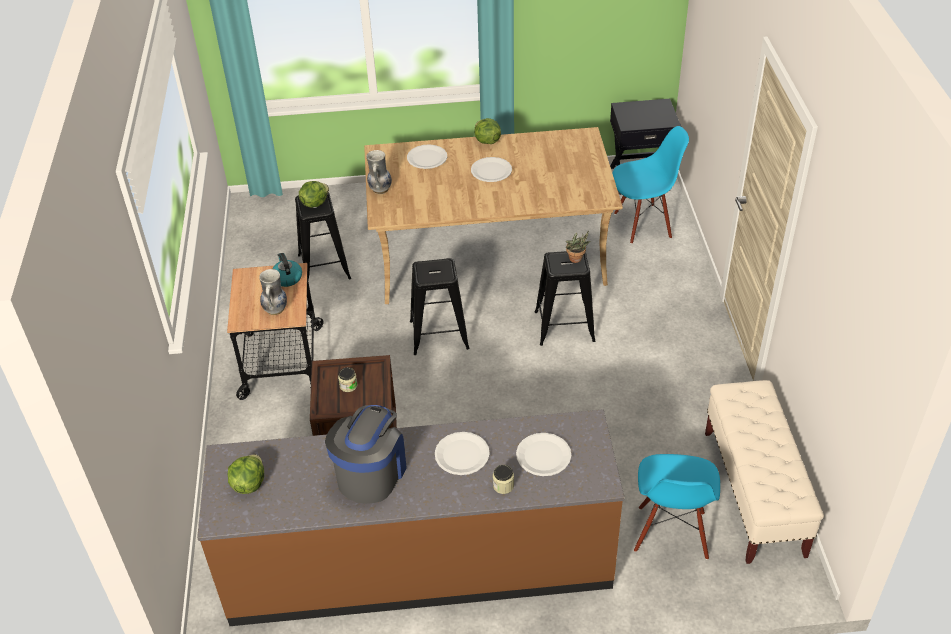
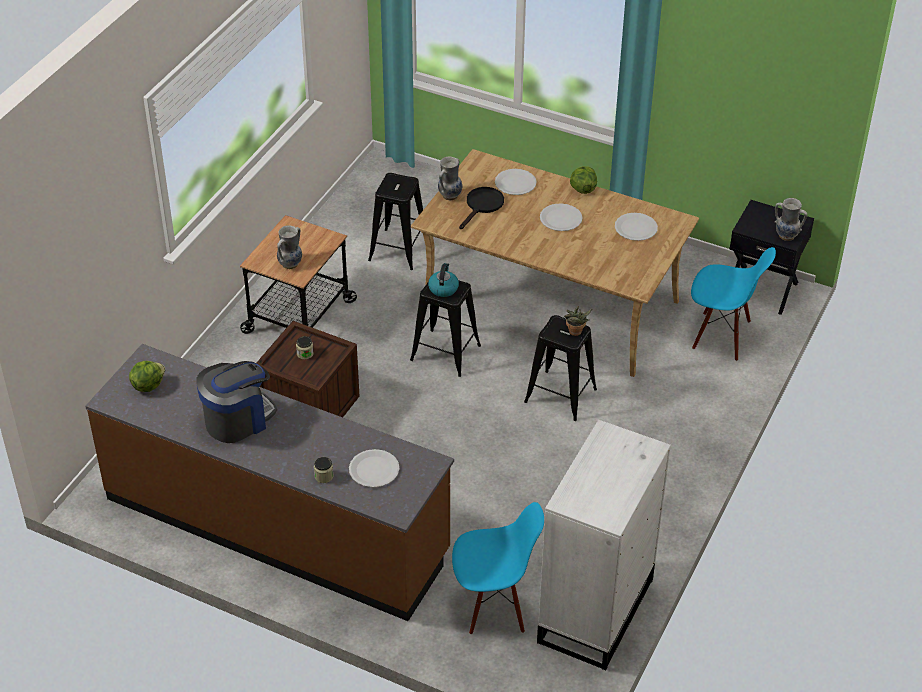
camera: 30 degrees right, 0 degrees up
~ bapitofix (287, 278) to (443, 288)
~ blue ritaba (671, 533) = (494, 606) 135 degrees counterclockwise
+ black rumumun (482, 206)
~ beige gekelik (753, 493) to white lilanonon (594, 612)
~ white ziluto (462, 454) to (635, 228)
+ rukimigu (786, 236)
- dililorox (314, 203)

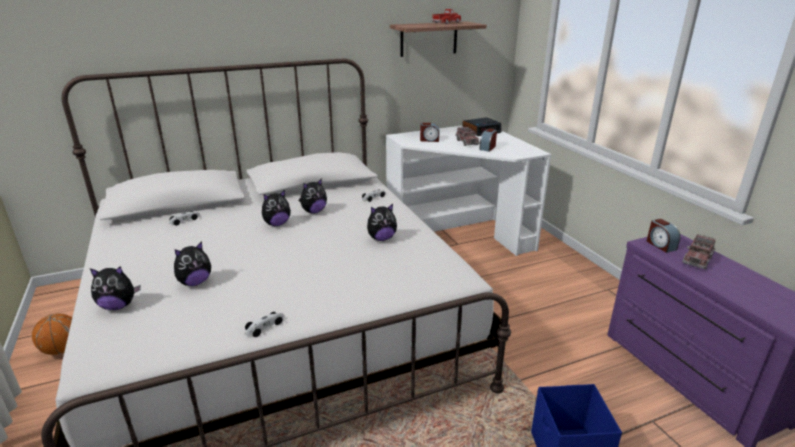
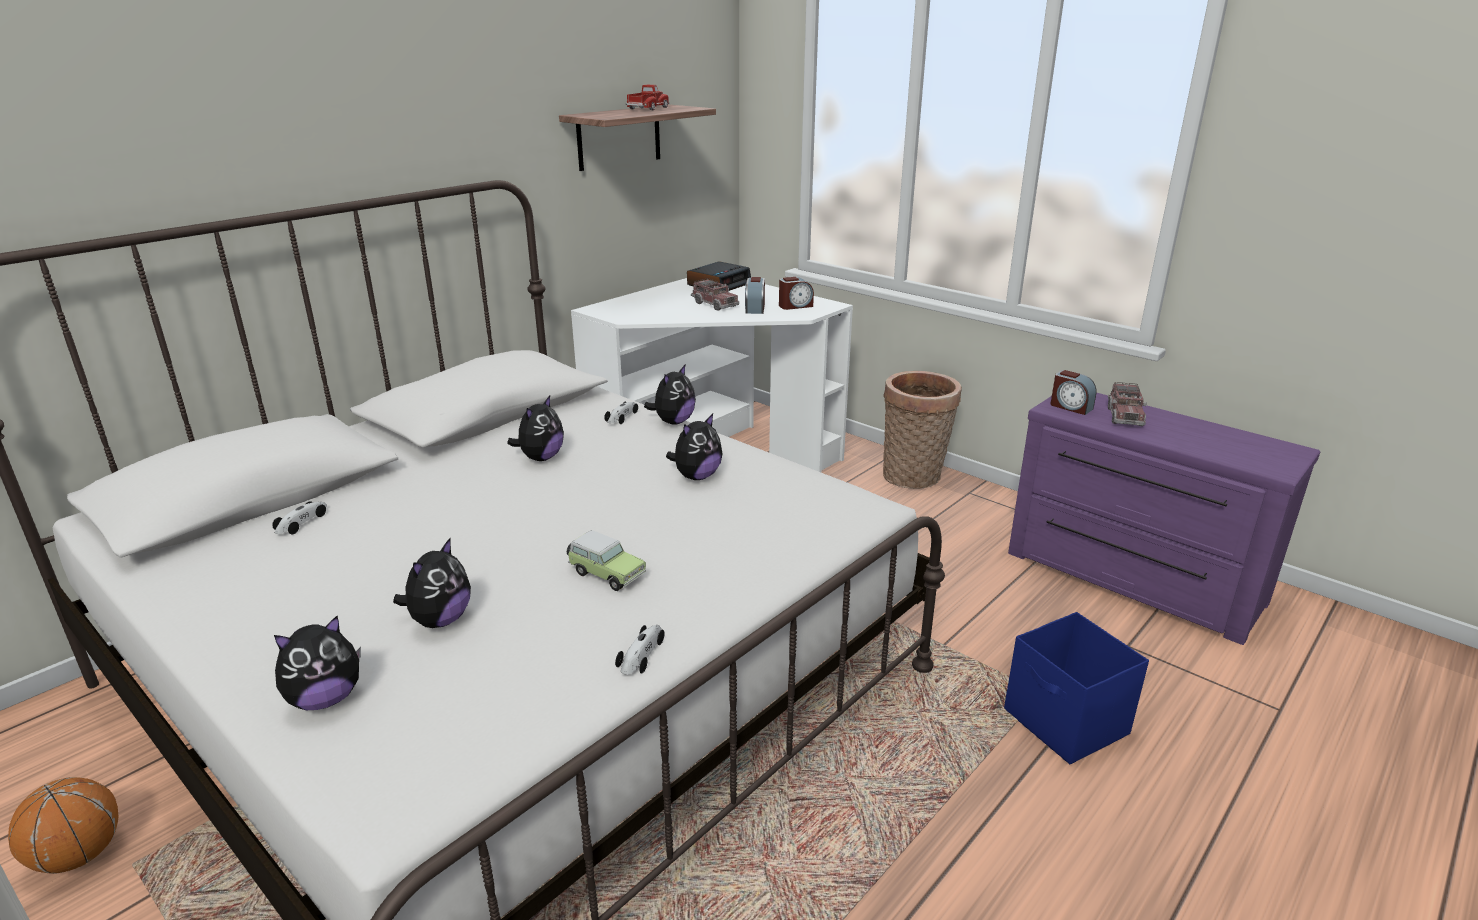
camera: 25 degrees left, 0 degrees up
+ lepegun (605, 574)
~ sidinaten (277, 224) to (673, 421)
~ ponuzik (429, 140) to (795, 306)
+ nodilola (914, 478)

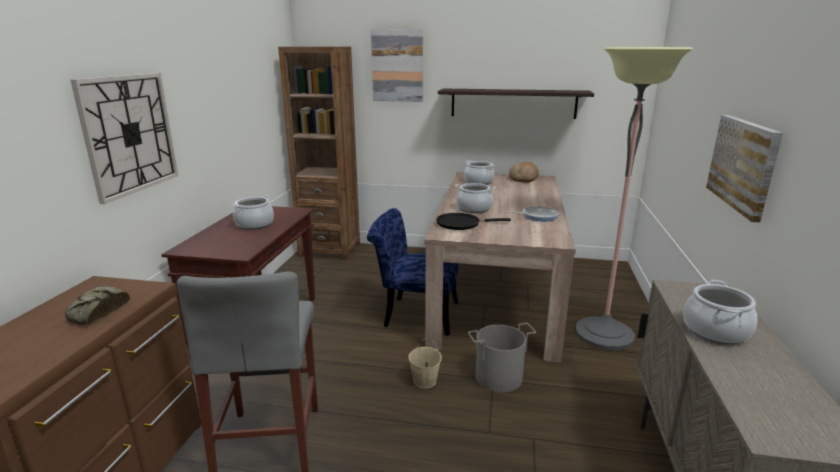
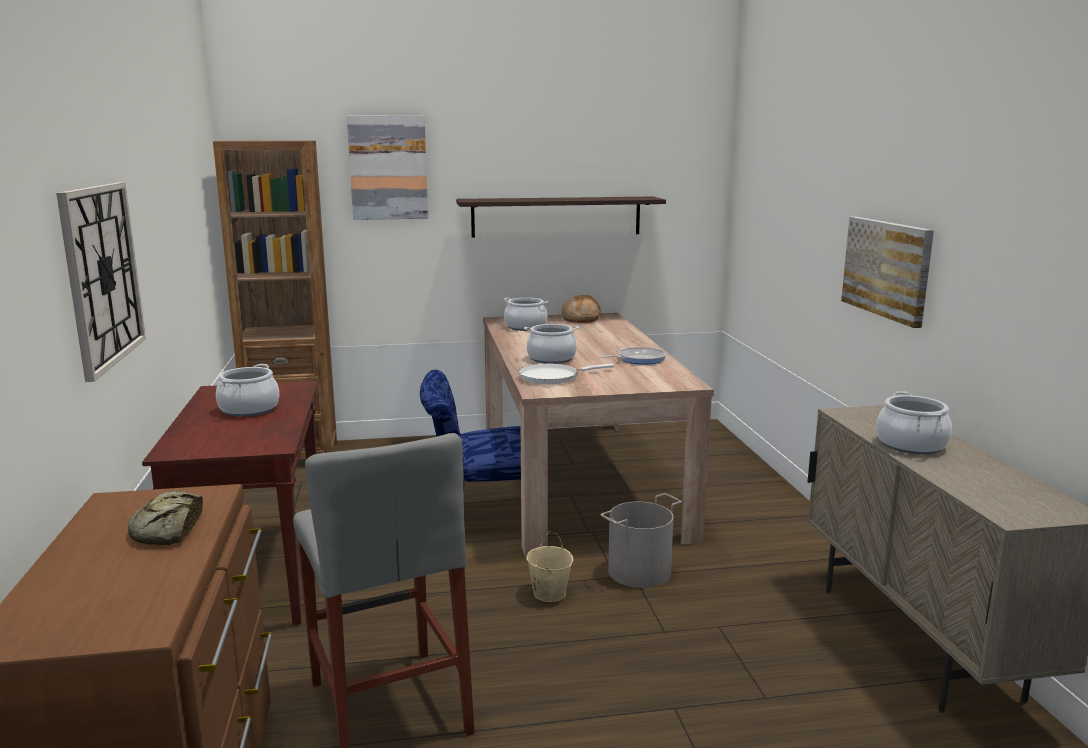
camera: 20 degrees left, 5 degrees down
~ black rumumun (461, 224) to white rumumun (552, 377)
- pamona (604, 334)

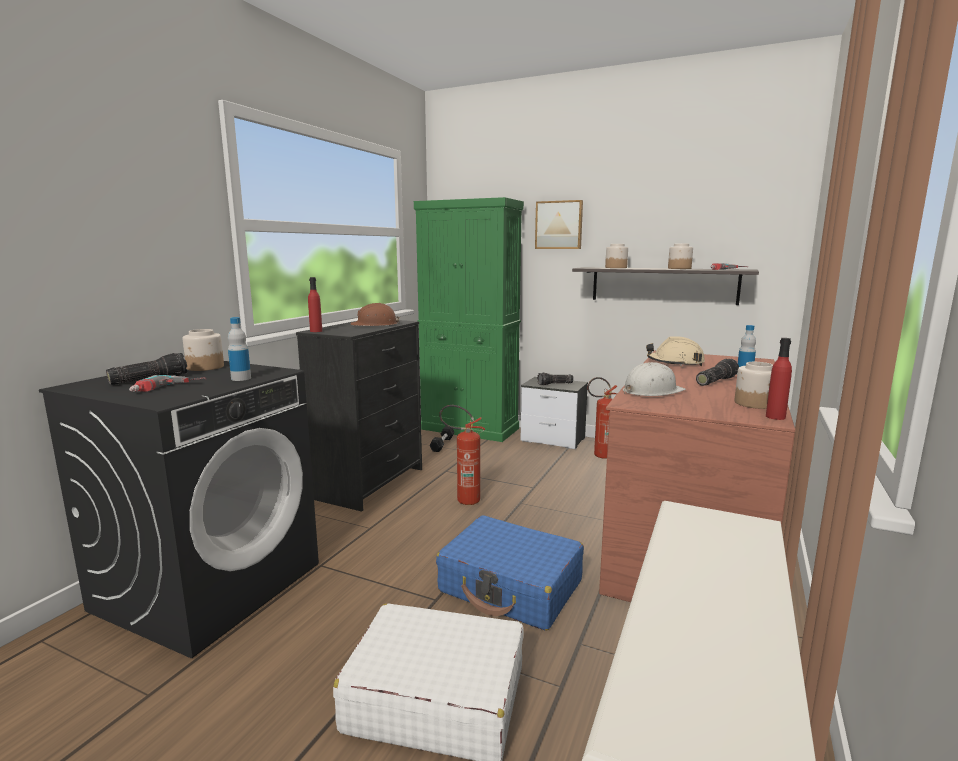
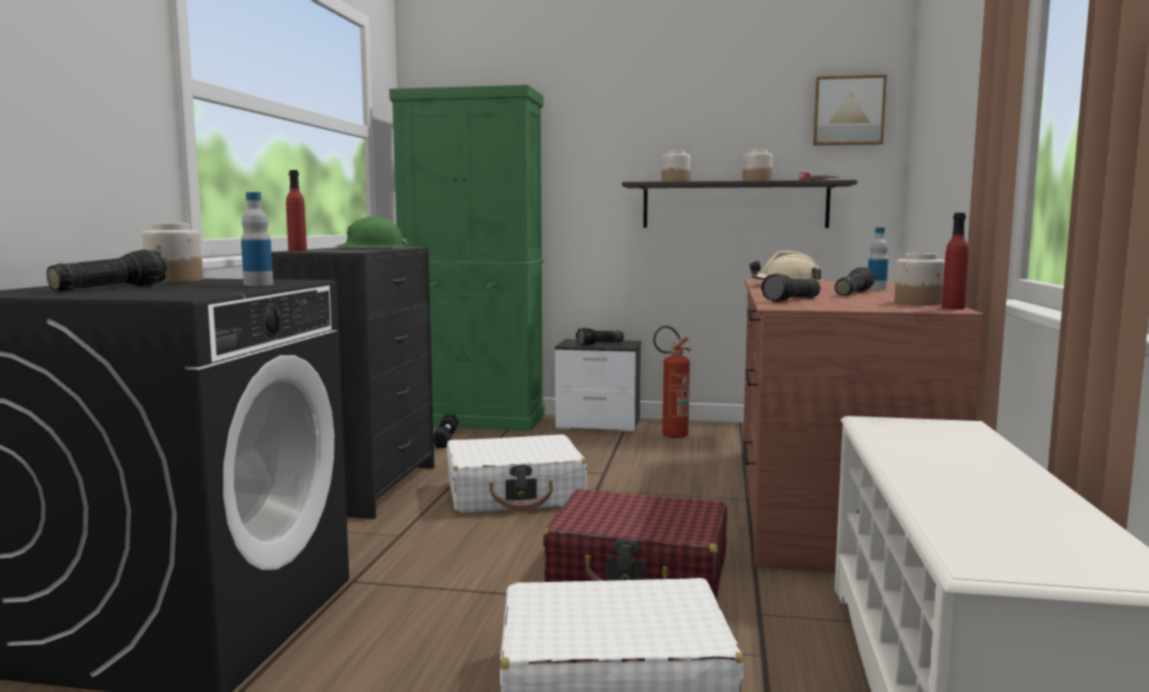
camera: 15 degrees left, 5 degrees down
~ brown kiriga (375, 324) to green kiriga (372, 248)
~ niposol (462, 500) to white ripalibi (515, 494)
~ blue ripalibi (511, 587) to red ripalibi (639, 572)
~ white kiriga (652, 391) to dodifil (793, 300)
~ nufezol (559, 225) to (848, 111)
- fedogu (168, 388)

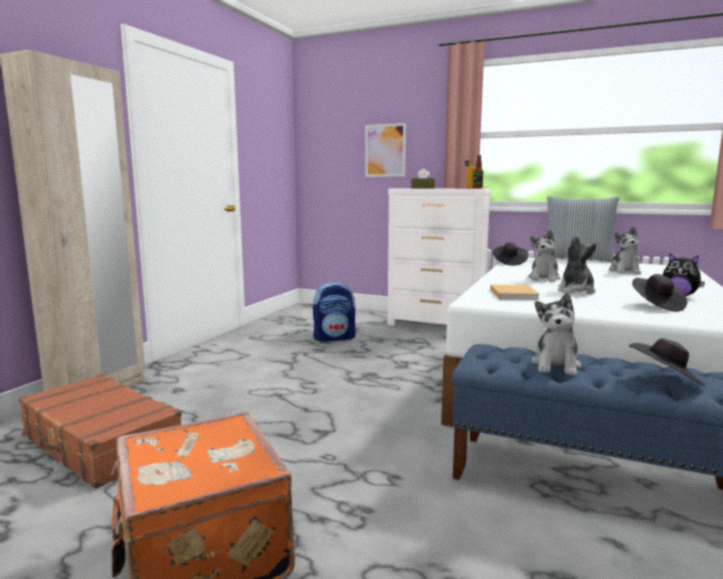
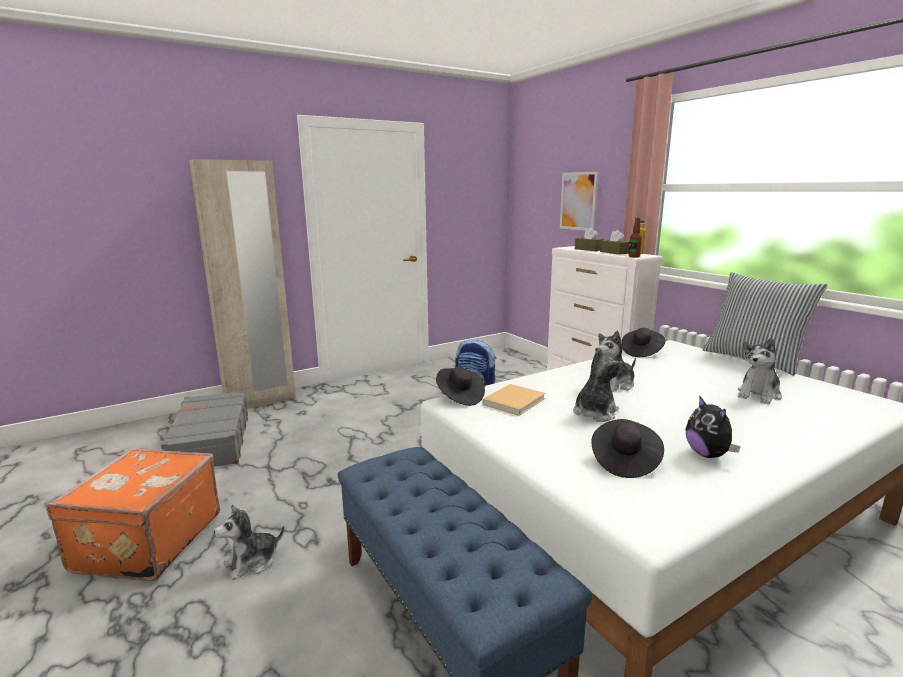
camera: 35 degrees right, 5 degrees up
~ brown ripalibi (100, 443) to grey ripalibi (210, 441)
~ sidinaten (556, 365) to (252, 562)
~ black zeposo (665, 379) to (459, 397)
+ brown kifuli (614, 252)

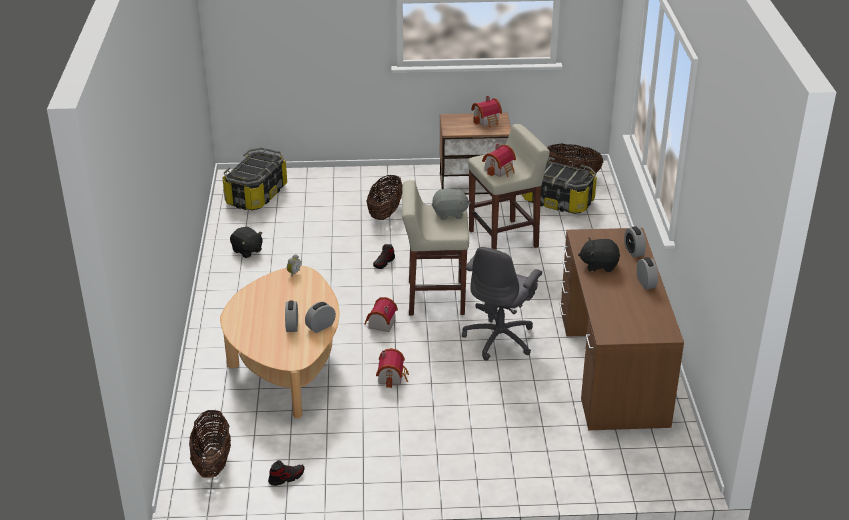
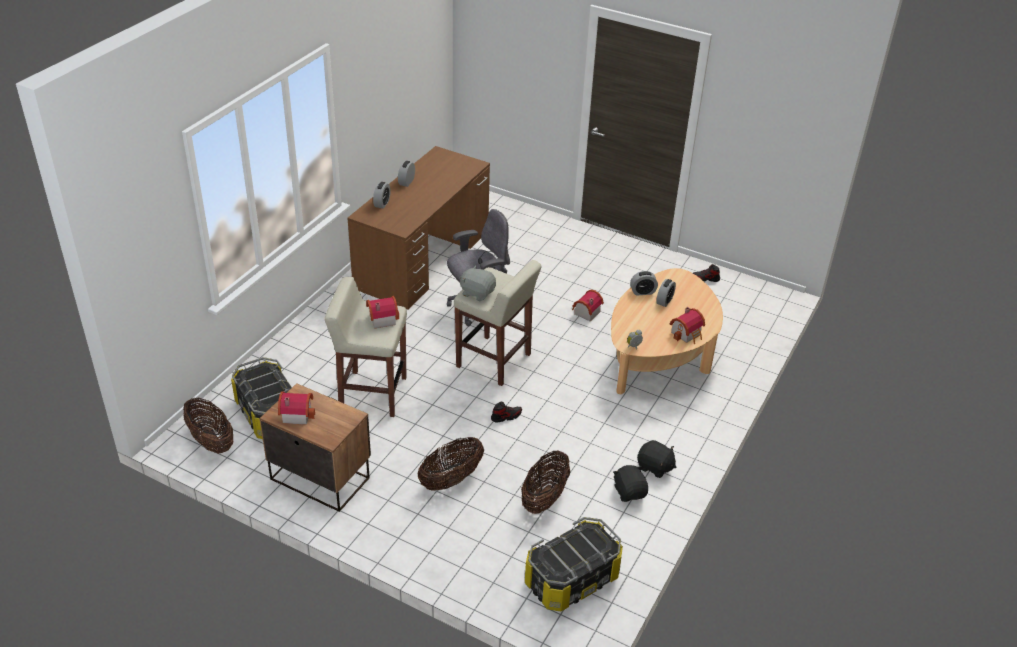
camera: 150 degrees left, 5 degrees up
~ nodilola (212, 462) to (544, 498)
~ black sidinaten (599, 265) to (655, 467)
~ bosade (380, 324) to (687, 334)

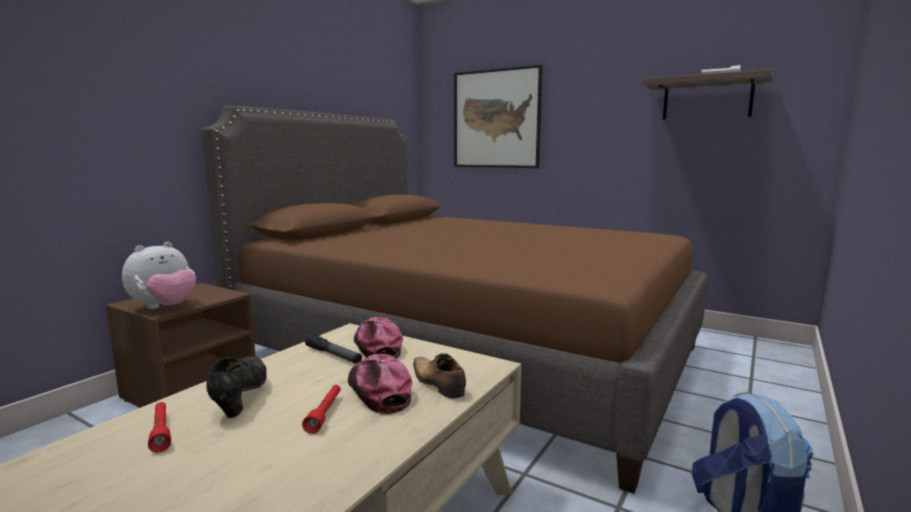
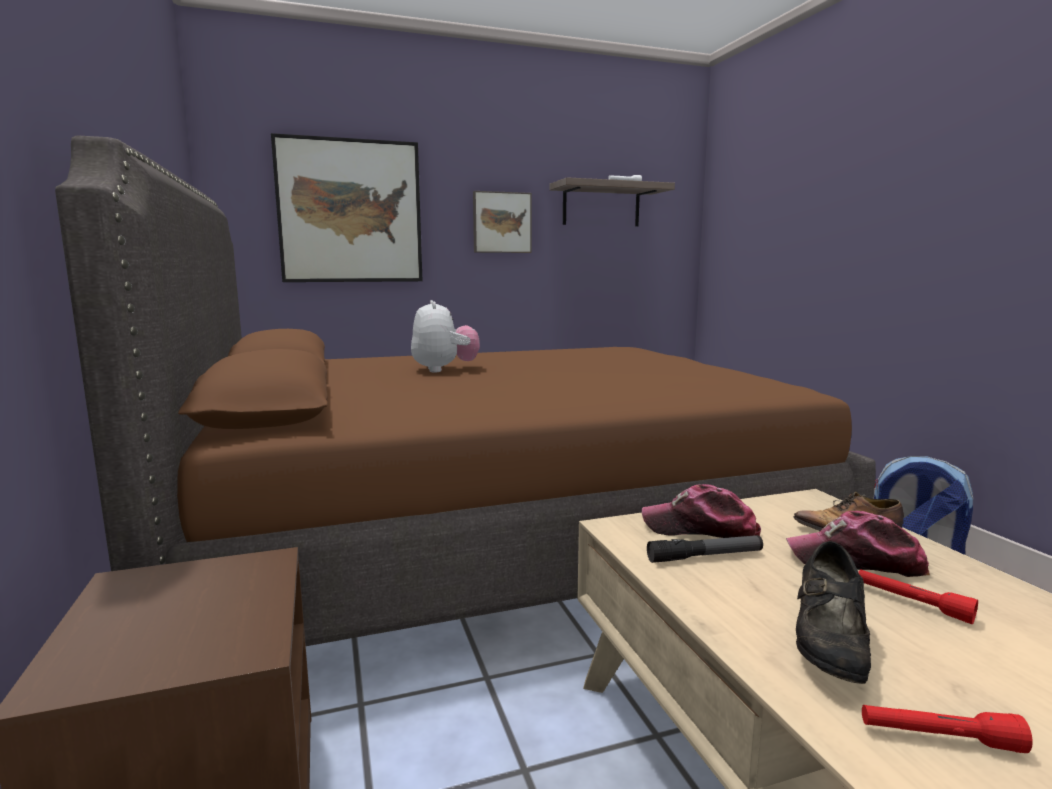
camera: 50 degrees left, 0 degrees up
~ sidinaten (165, 307) to (444, 370)
+ nufezol (501, 223)
~ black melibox (240, 398) = (828, 648) 105 degrees counterclockwise

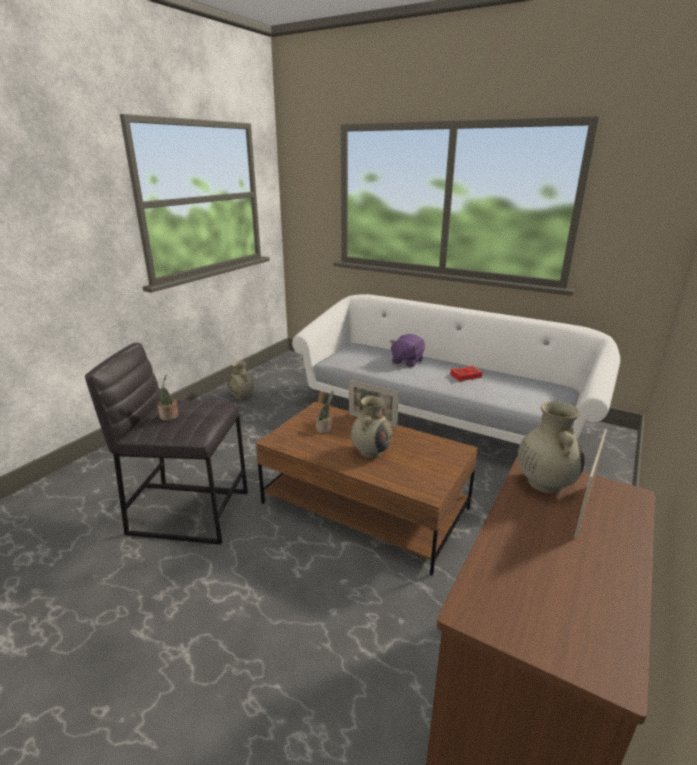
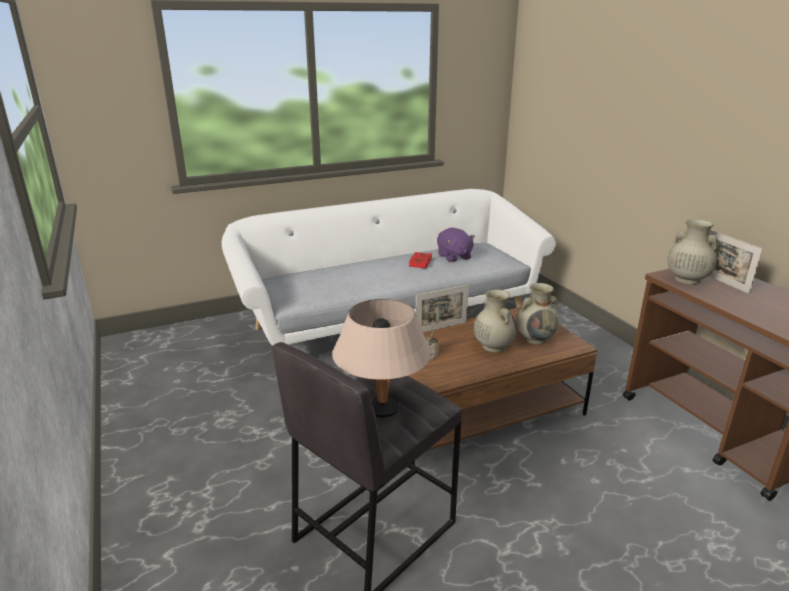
camera: 55 degrees left, 0 degrees up
~ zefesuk (169, 416) to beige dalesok (382, 409)
~ purple sidinaten (406, 361) to (454, 257)
~ beige rukimigu (242, 396) to (535, 338)

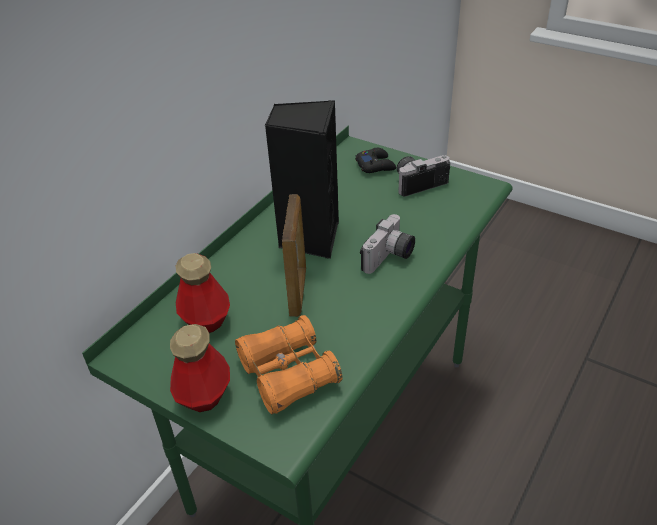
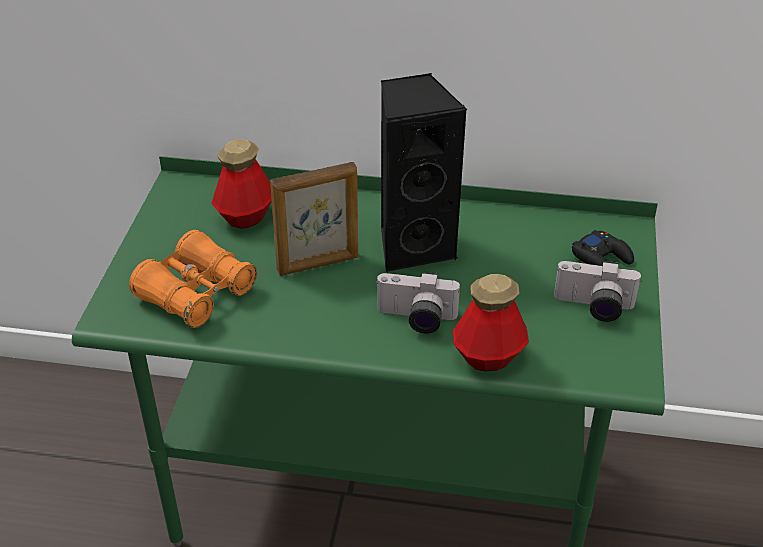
camera: 65 degrees right, 0 degrees up
~ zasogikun (204, 395) to (488, 357)
~ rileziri (418, 182) = (593, 308) 150 degrees clockwise

